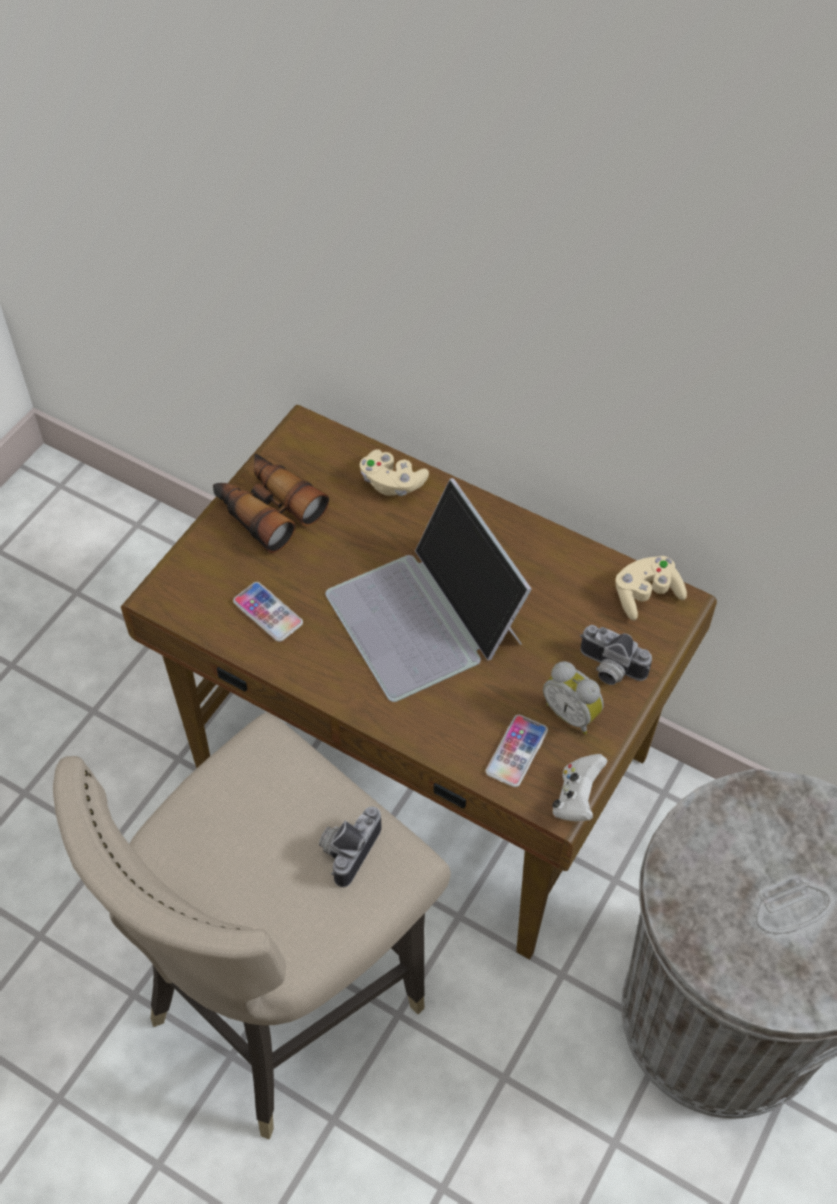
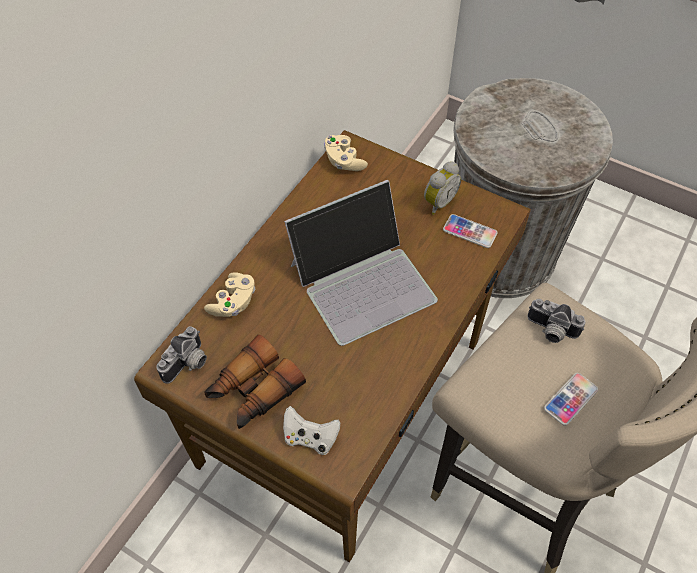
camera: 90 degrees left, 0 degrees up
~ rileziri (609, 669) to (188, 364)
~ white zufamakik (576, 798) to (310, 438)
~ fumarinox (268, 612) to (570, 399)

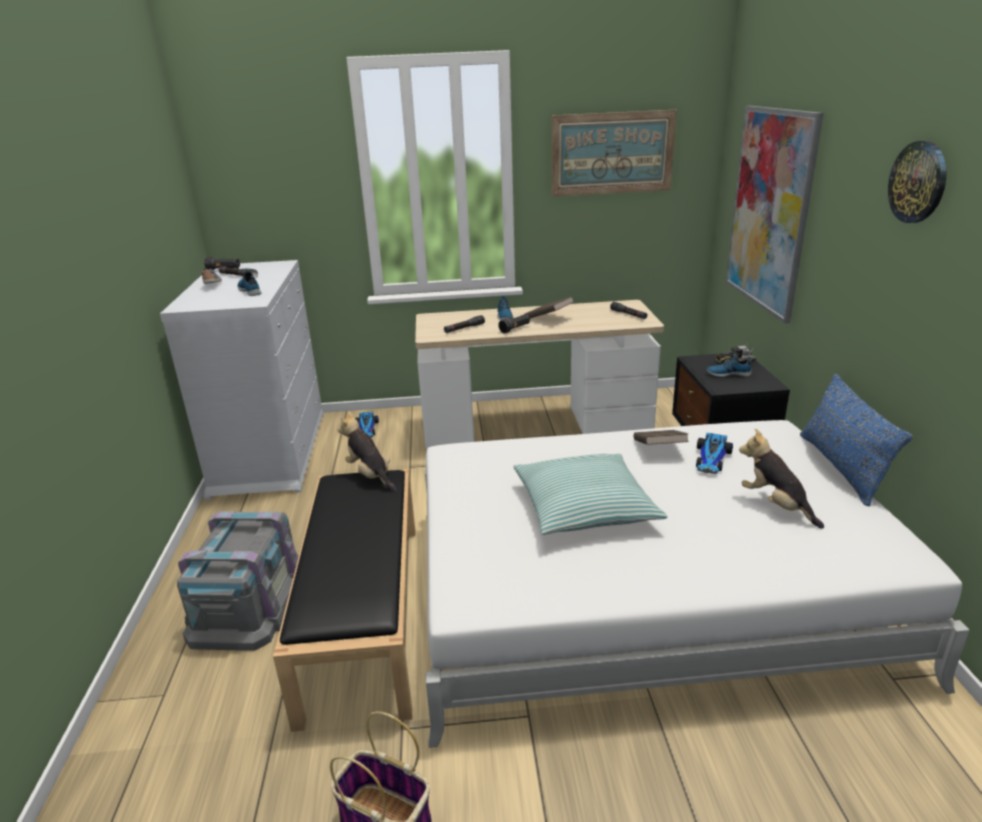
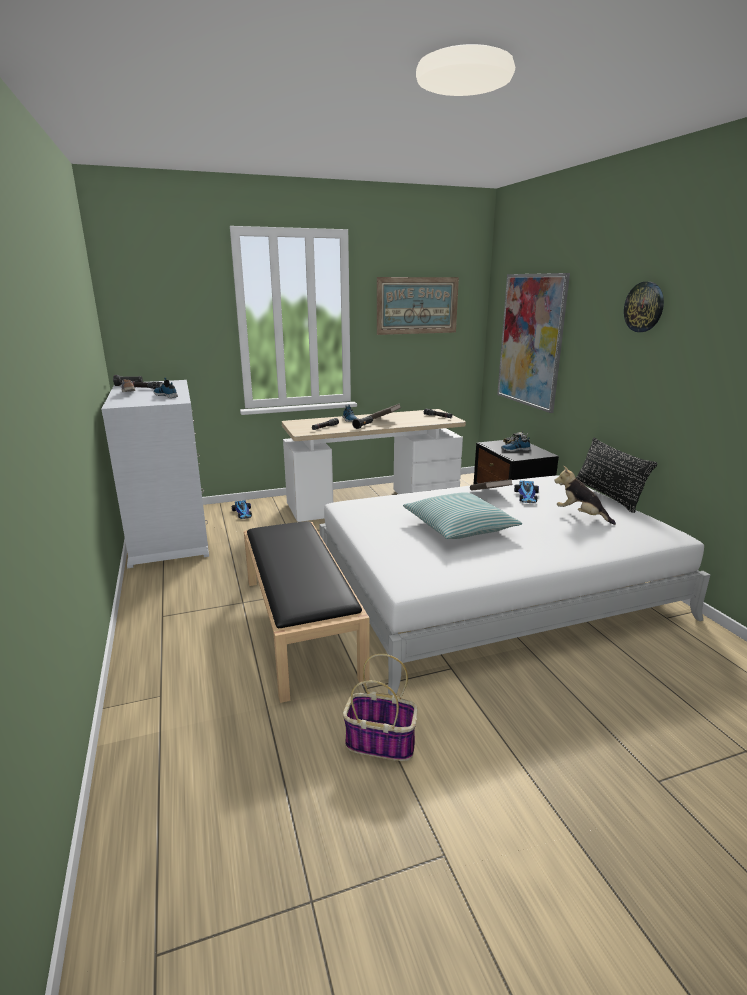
camera: 15 degrees left, 5 degrees down
~ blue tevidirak (841, 468) to black tevidirak (607, 496)
- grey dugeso (248, 601)
- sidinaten (370, 475)

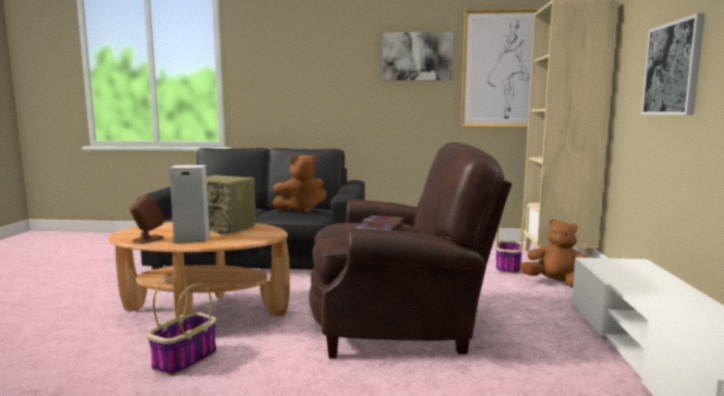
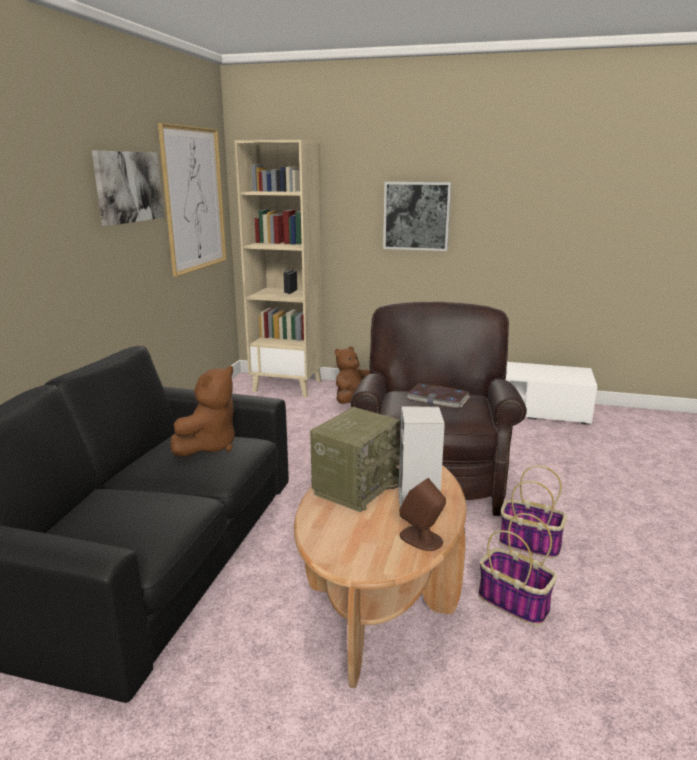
camera: 80 degrees left, 10 degrees up
~ brown sidinaten (301, 209) = (209, 446) 45 degrees clockwise
~ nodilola (508, 267) to (528, 544)

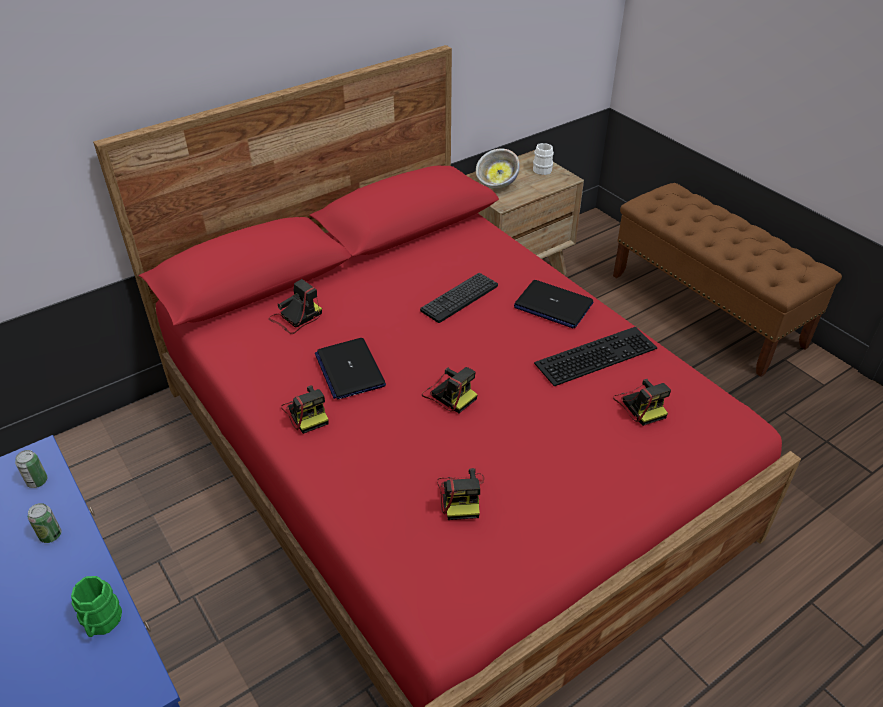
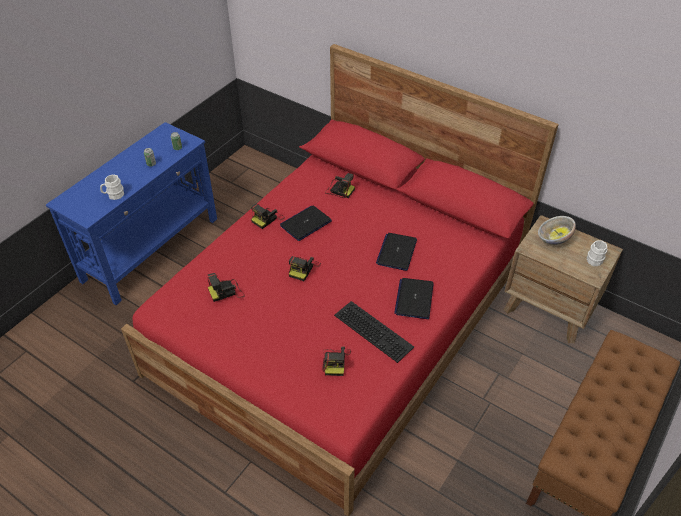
camera: 70 degrees right, 5 degrees up
~ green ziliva (101, 623) to white ziliva (114, 195)
~ rileziri (640, 405) = (335, 361) 45 degrees counterclockwise
~ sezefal (459, 298) to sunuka (396, 252)

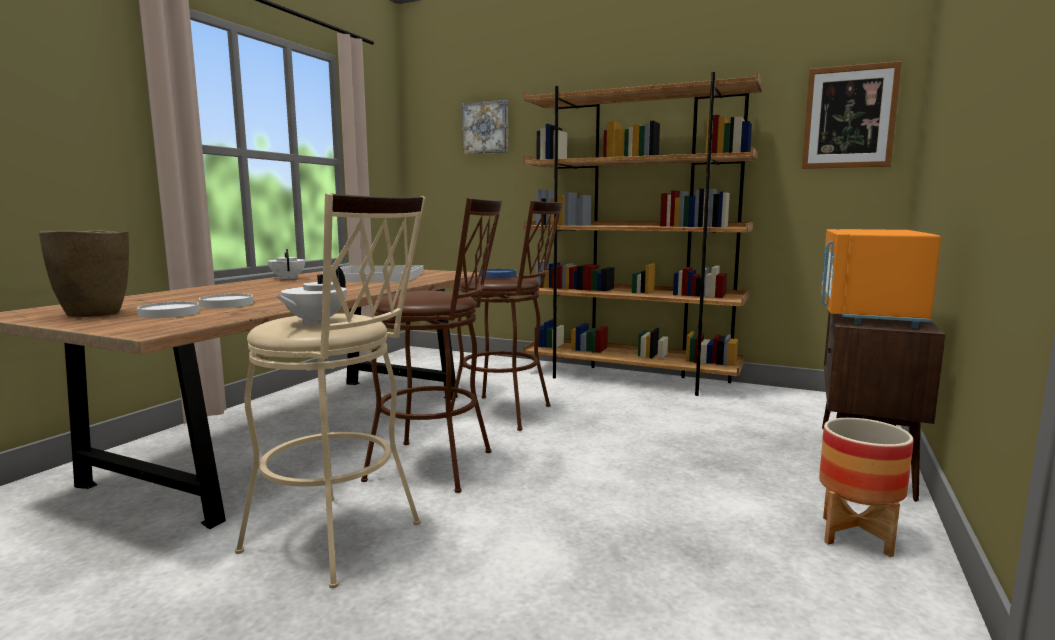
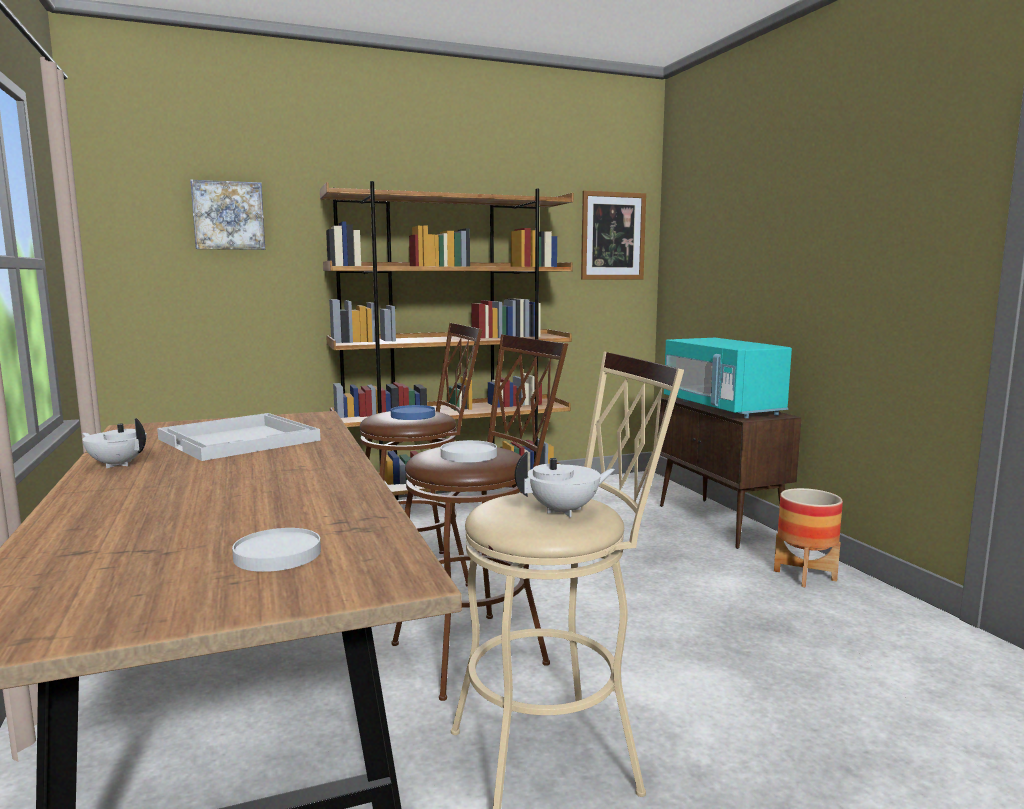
camera: 45 degrees left, 0 degrees up
~ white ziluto (226, 304) to (469, 455)
~ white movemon (314, 322) = (564, 511) 90 degrees counterclockwise
~ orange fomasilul (867, 314) to turquoise fomasilul (722, 408)
- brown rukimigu (94, 314)

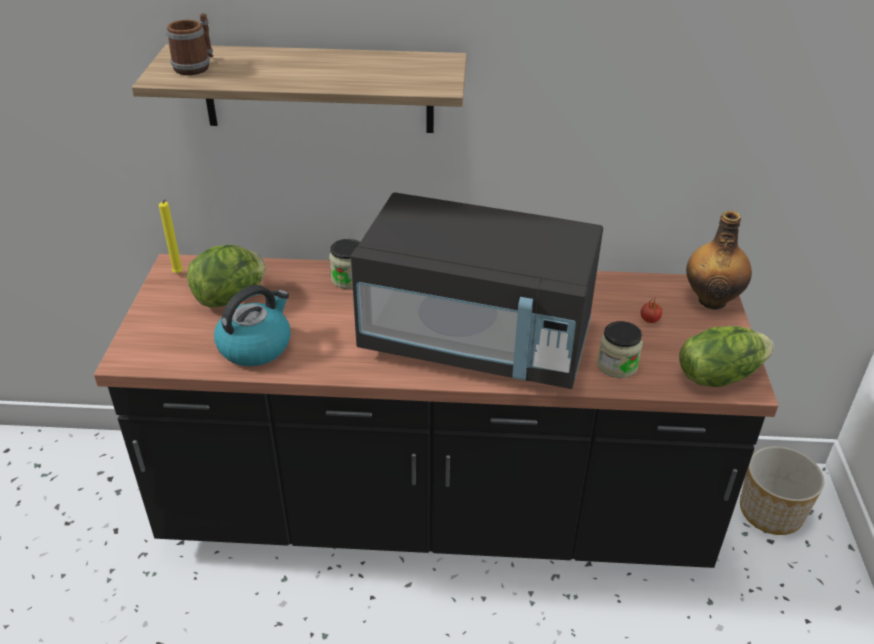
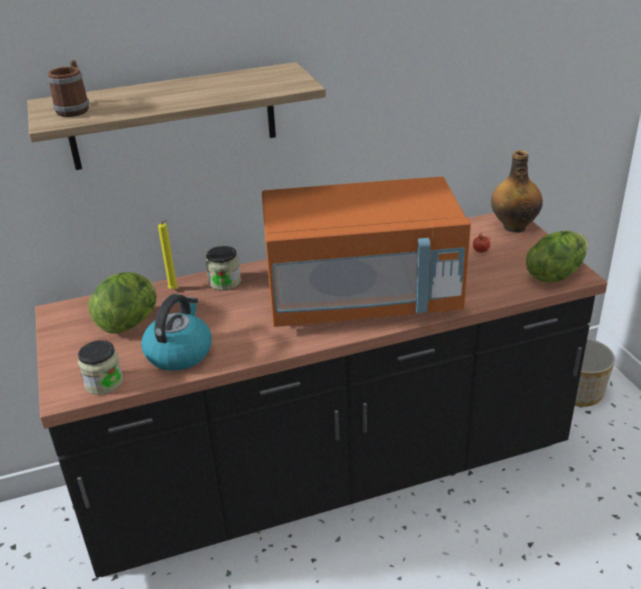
camera: 20 degrees left, 5 degrees down
~ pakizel (617, 365) to (104, 382)
~ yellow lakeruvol (178, 274) to (174, 290)
~ black fomasilul (476, 342) to orange fomasilul (363, 299)

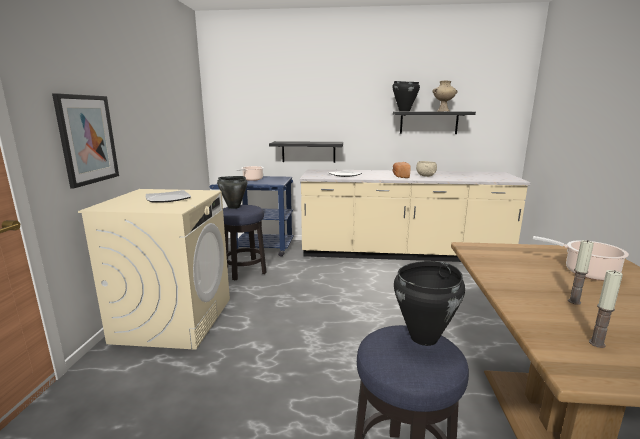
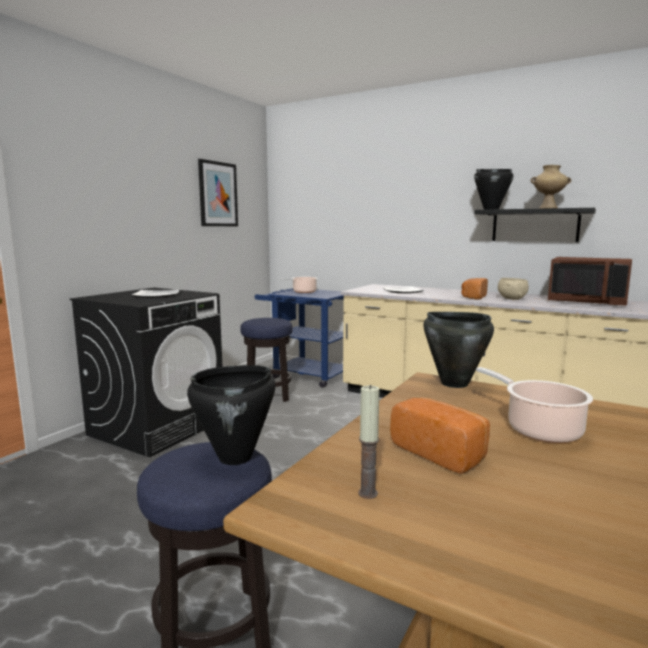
camera: 25 degrees right, 5 degrees down
~ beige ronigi (174, 319) to black ronigi (158, 427)
~ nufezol (87, 139) to (218, 194)
~ lakeruvol (574, 301) to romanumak (440, 452)
~ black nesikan (233, 207) to (454, 383)
+ brown fomasilul (587, 301)
- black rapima (308, 152)

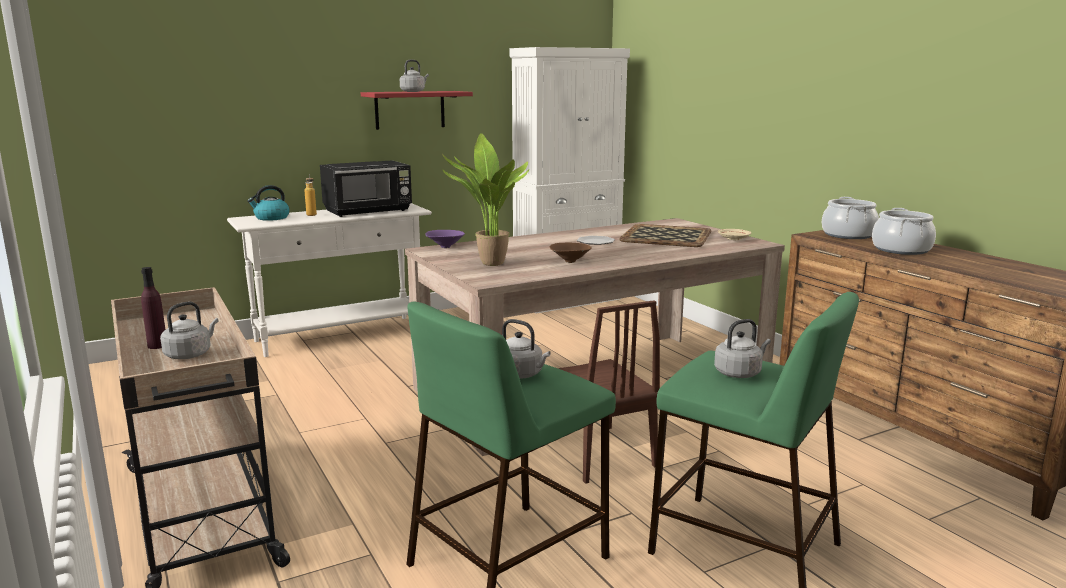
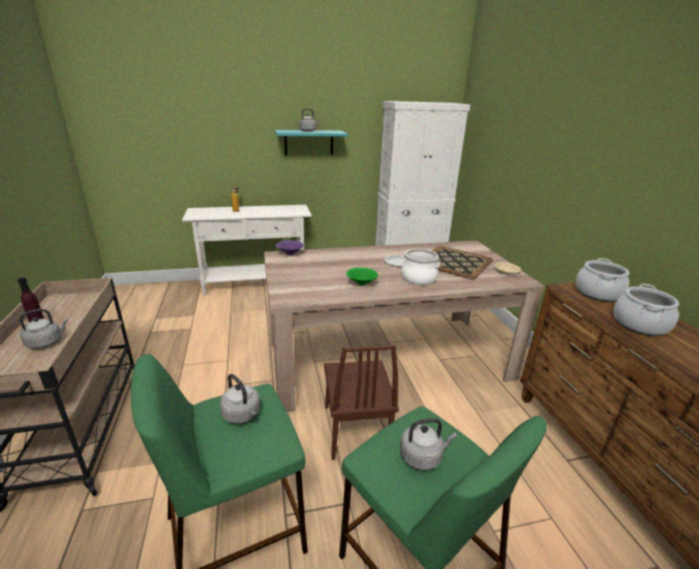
camera: 15 degrees right, 10 degrees up
~ red rapima (410, 110) to turquoise rapima (309, 142)
~ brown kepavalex (569, 262) to green kepavalex (361, 284)
+ nesikan (418, 278)
- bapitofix (271, 218)
- black fomasilul (369, 211)
- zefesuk (488, 263)

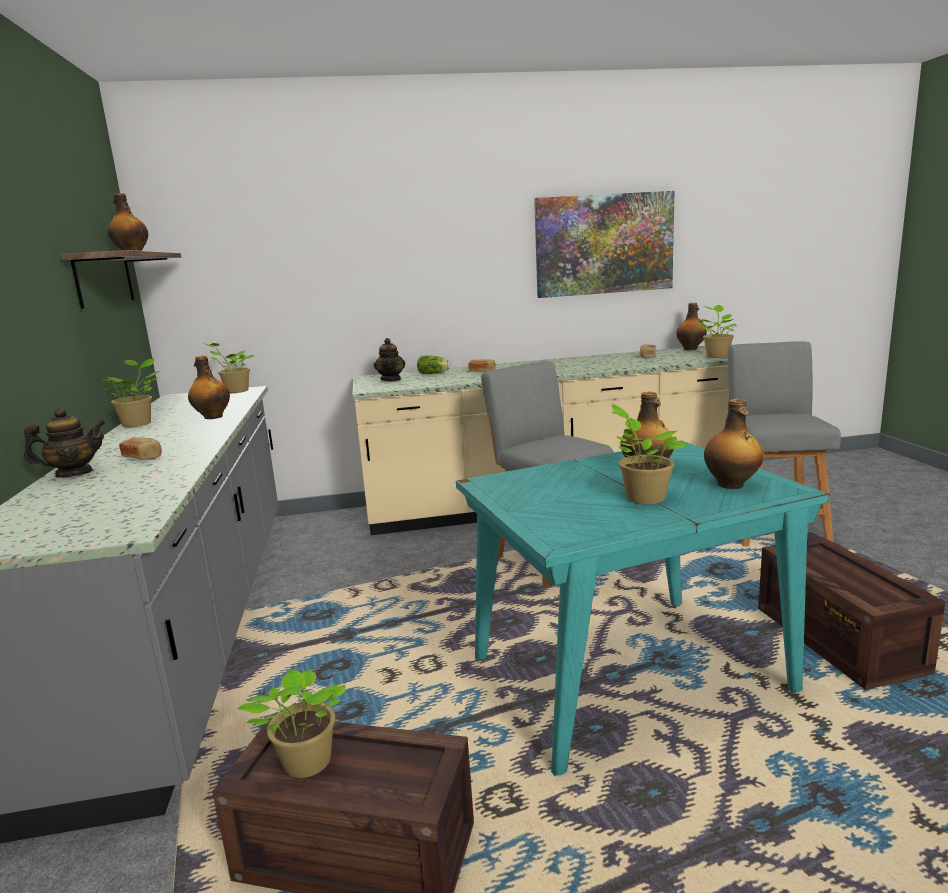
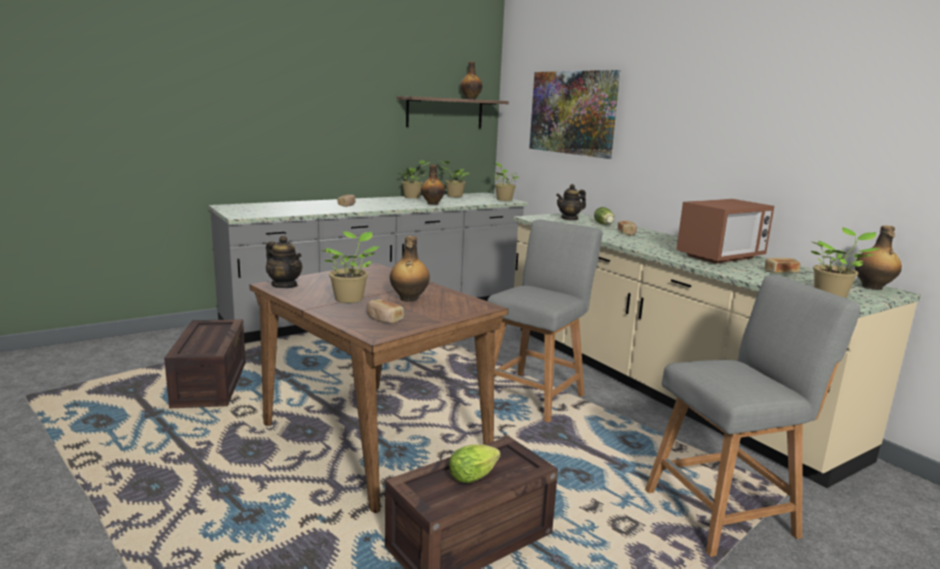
camera: 65 degrees right, 0 degrees up
~ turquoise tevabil (626, 674) to brown tevabil (373, 438)
~ movemon (74, 474) to (285, 285)
~ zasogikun (731, 485) to romanumak (384, 319)
~ zefesuk (304, 764) to (453, 196)
+ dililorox (475, 476)
~ nufezol (604, 244) to (572, 112)
+ fomasilul (720, 257)

